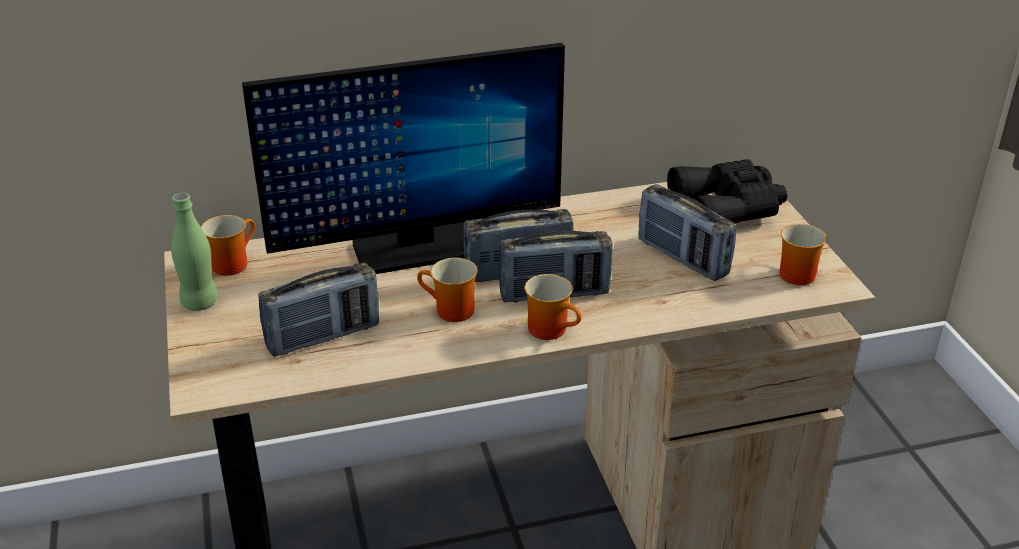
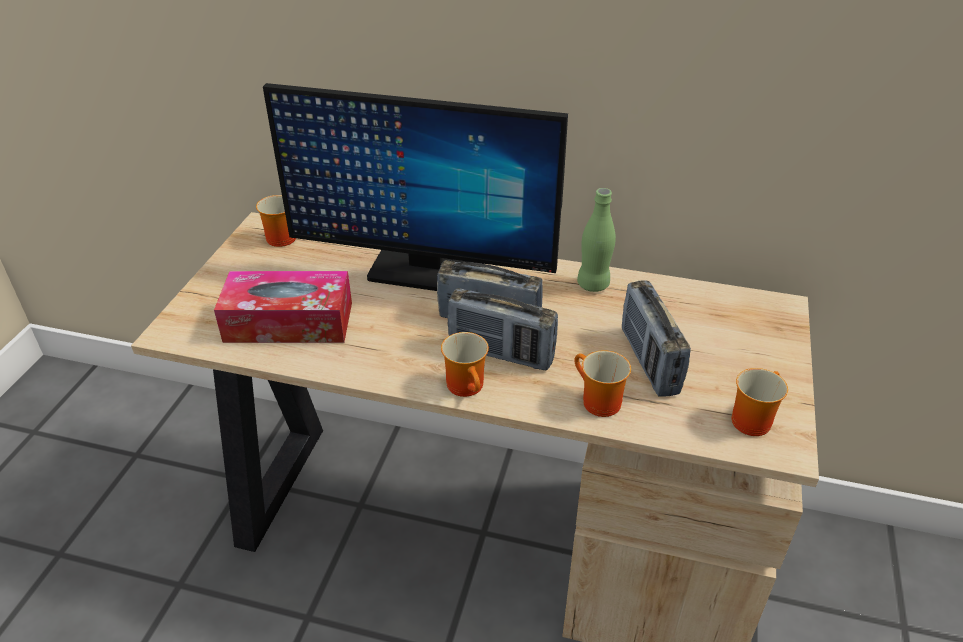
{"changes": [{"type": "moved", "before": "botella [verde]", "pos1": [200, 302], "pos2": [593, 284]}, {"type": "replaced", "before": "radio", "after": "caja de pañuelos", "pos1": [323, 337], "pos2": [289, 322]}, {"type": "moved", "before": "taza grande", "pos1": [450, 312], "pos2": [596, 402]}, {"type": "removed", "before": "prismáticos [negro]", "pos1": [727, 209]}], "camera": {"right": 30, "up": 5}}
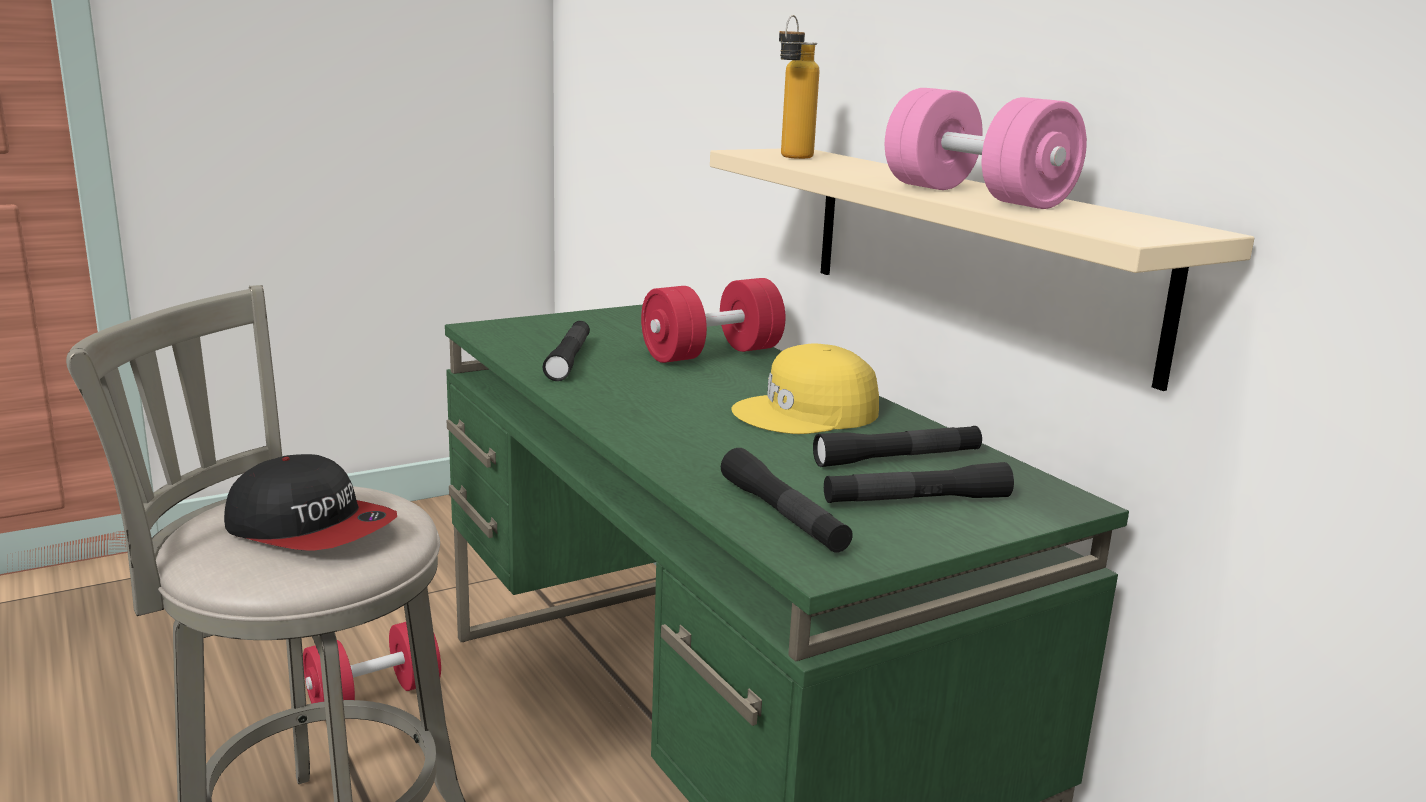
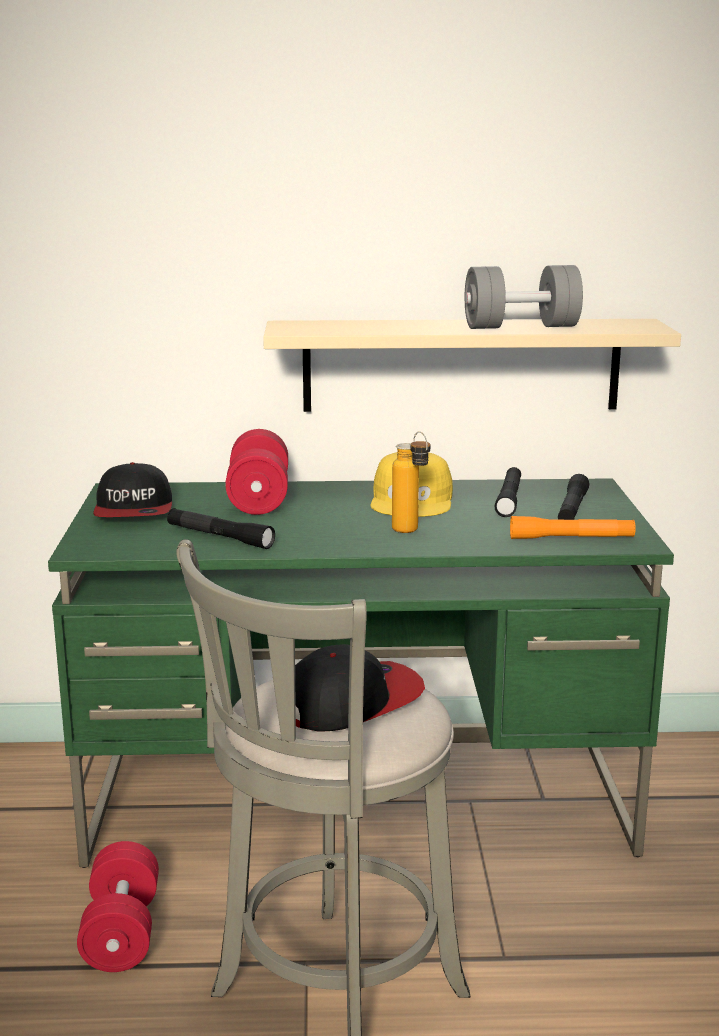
{"changes": [{"type": "recoloured", "before": "linterna [negro]", "after": "linterna [naranja]", "pos1": [783, 515], "pos2": [571, 538]}, {"type": "moved", "before": "botella", "pos1": [791, 158], "pos2": [411, 532]}, {"type": "recoloured", "before": "mancuerna [rosa]", "after": "mancuerna [gris]", "pos1": [976, 196], "pos2": [521, 327]}, {"type": "added", "after": "gorra", "pos2": [134, 510]}], "camera": {"right": -60, "up": 0}}
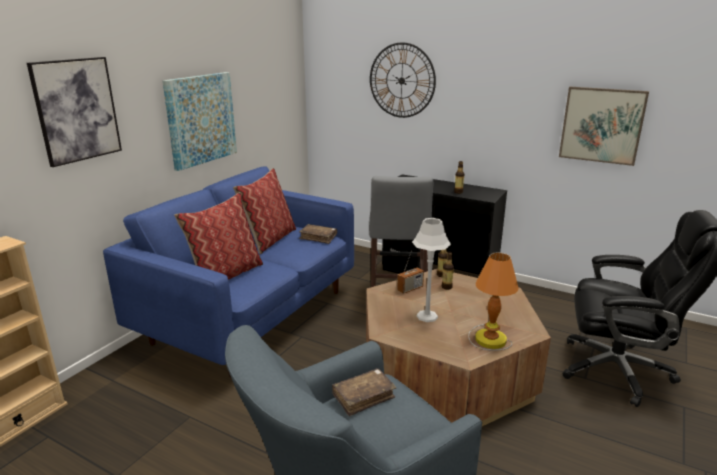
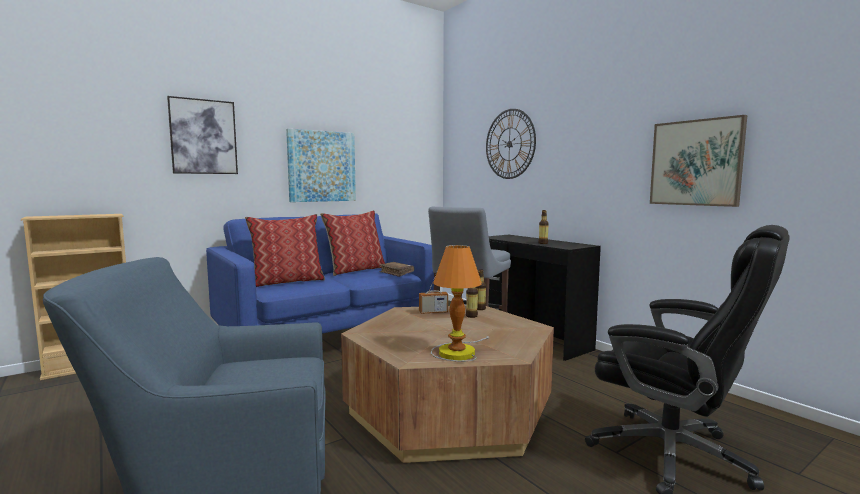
{"changes": [{"type": "removed", "before": "libro [marrón]", "pos1": [363, 397]}, {"type": "removed", "before": "lámpara de mesa [gris]", "pos1": [427, 316]}], "camera": {"right": 25, "up": -15}}
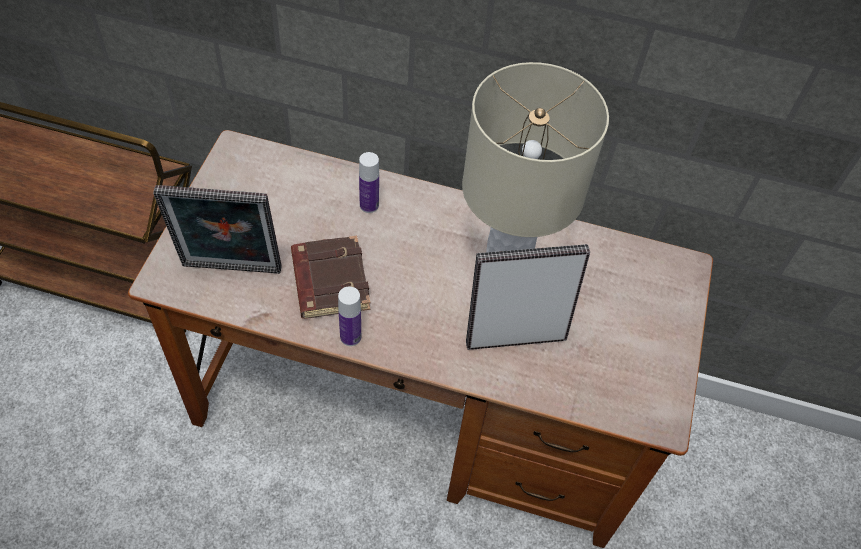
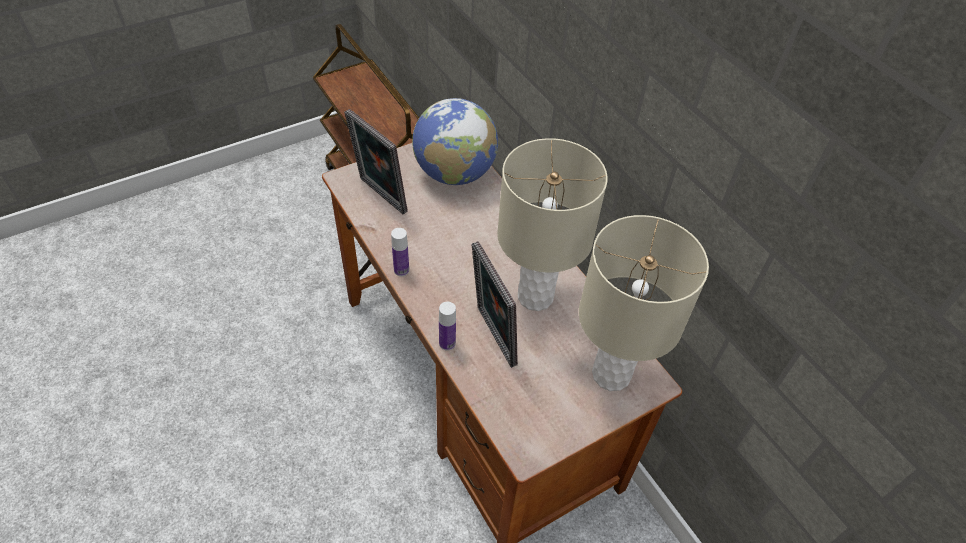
{"changes": [{"type": "removed", "before": "libro [marrón]", "pos1": [328, 281]}, {"type": "moved", "before": "botella", "pos1": [369, 205], "pos2": [447, 343]}, {"type": "turned", "before": "portarretratos", "pos1": [514, 335], "pos2": [492, 337], "turn": -150}, {"type": "added", "after": "globo terráqueo", "pos2": [454, 173]}, {"type": "added", "after": "lámpara de mesa [beis]", "pos2": [610, 374]}], "camera": {"right": 45, "up": -5}}
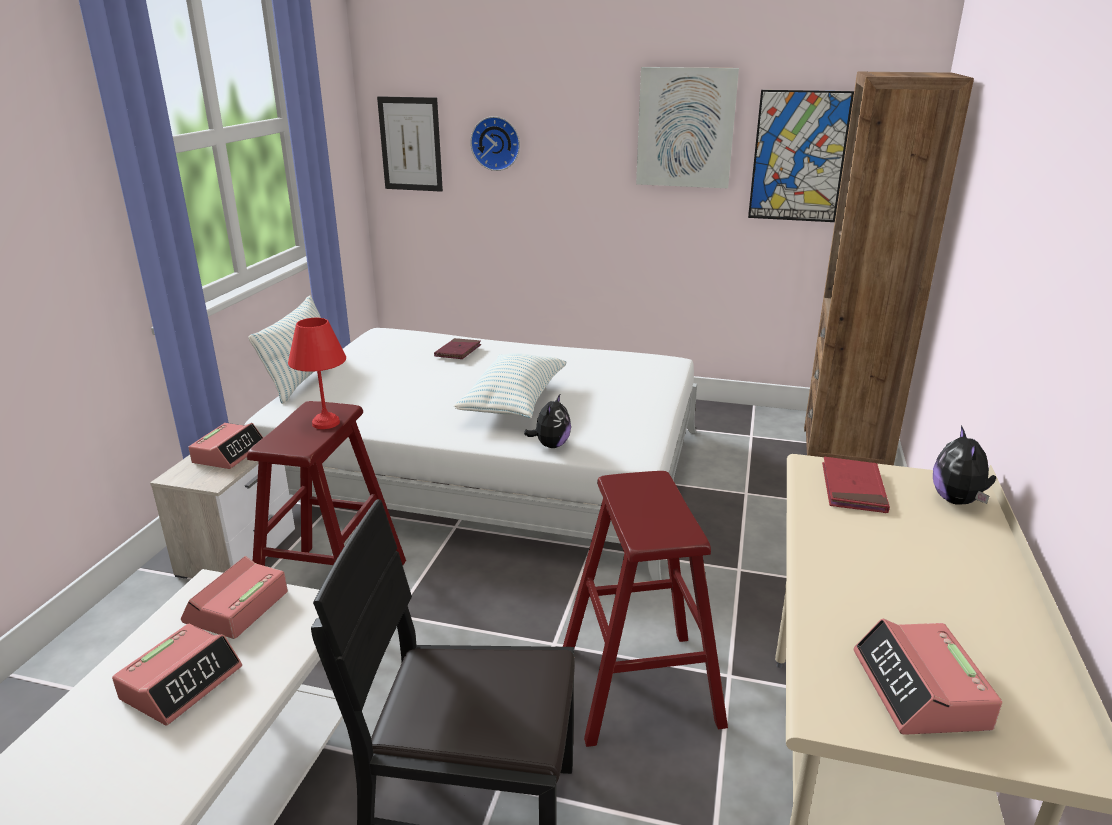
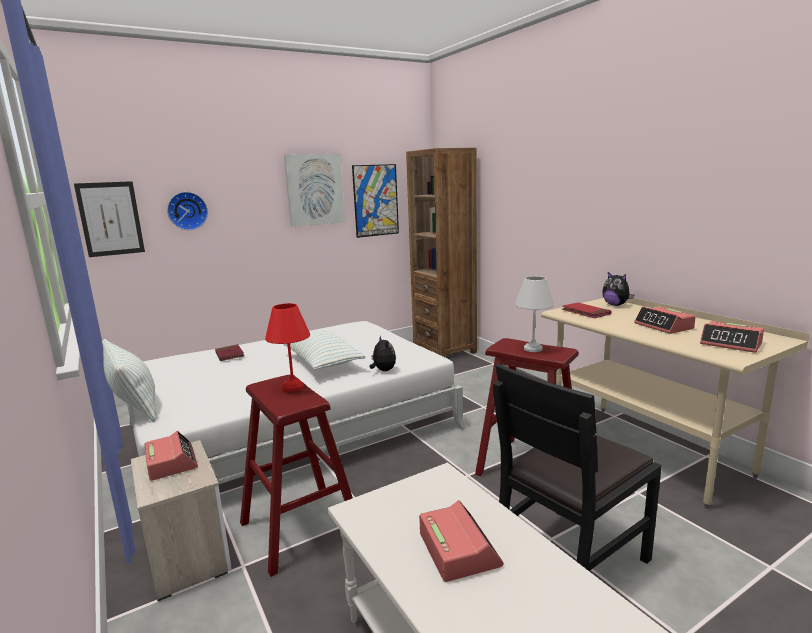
{"changes": [{"type": "moved", "before": "despertador", "pos1": [236, 607], "pos2": [664, 326]}, {"type": "added", "after": "lámpara de mesa [blanco]", "pos2": [532, 348]}], "camera": {"right": -45, "up": -10}}
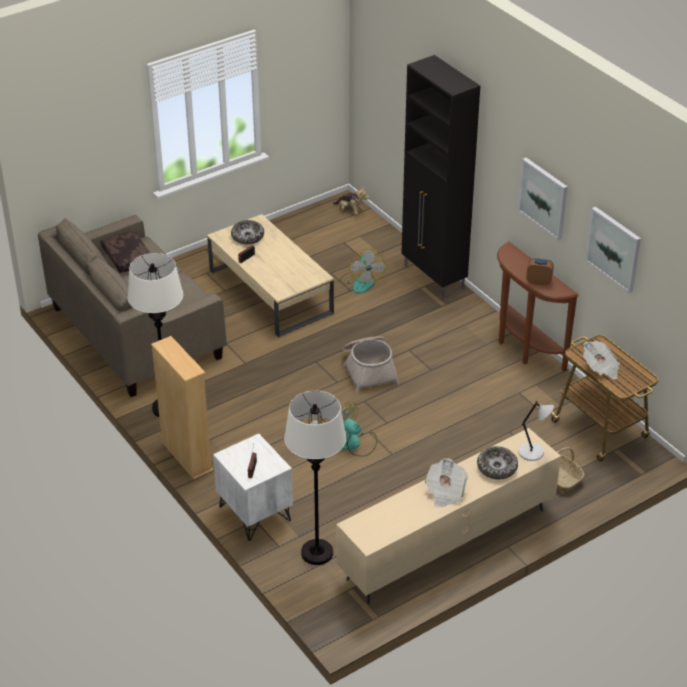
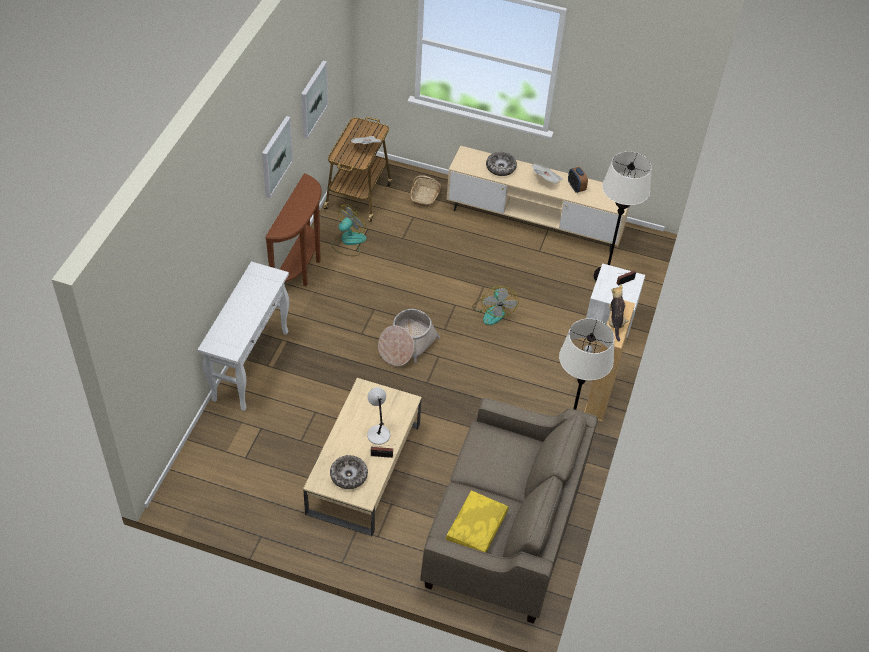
{"changes": [{"type": "recoloured", "before": "cojín [marrón]", "after": "cojín [amarillo]", "pos1": [126, 257], "pos2": [477, 528]}, {"type": "moved", "before": "peluche", "pos1": [351, 210], "pos2": [615, 322]}, {"type": "moved", "before": "ventilador", "pos1": [361, 281], "pos2": [348, 242]}, {"type": "replaced", "before": "armario [negro]", "after": "mesa consola [blanco]", "pos1": [434, 278], "pos2": [251, 365]}, {"type": "moved", "before": "lámpara de mesa [gris]", "pos1": [532, 452], "pos2": [378, 434]}, {"type": "moved", "before": "despertador", "pos1": [538, 281], "pos2": [576, 187]}], "camera": {"right": -130, "up": 10}}
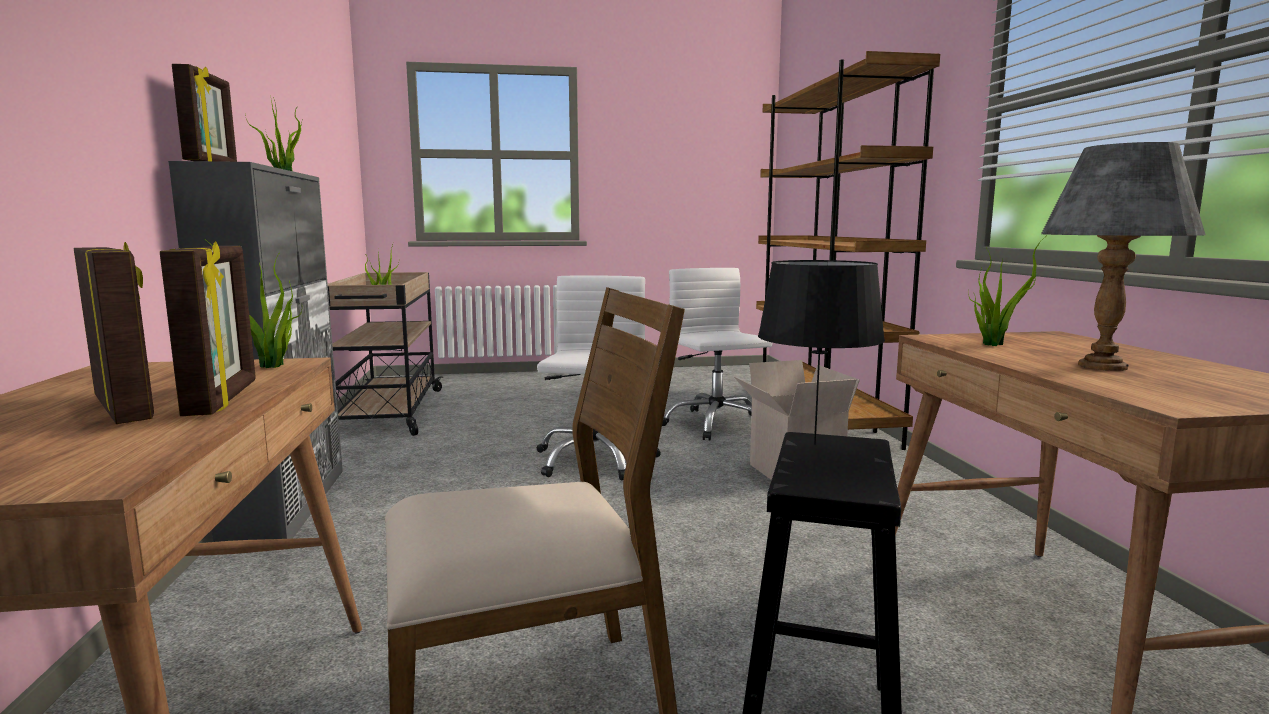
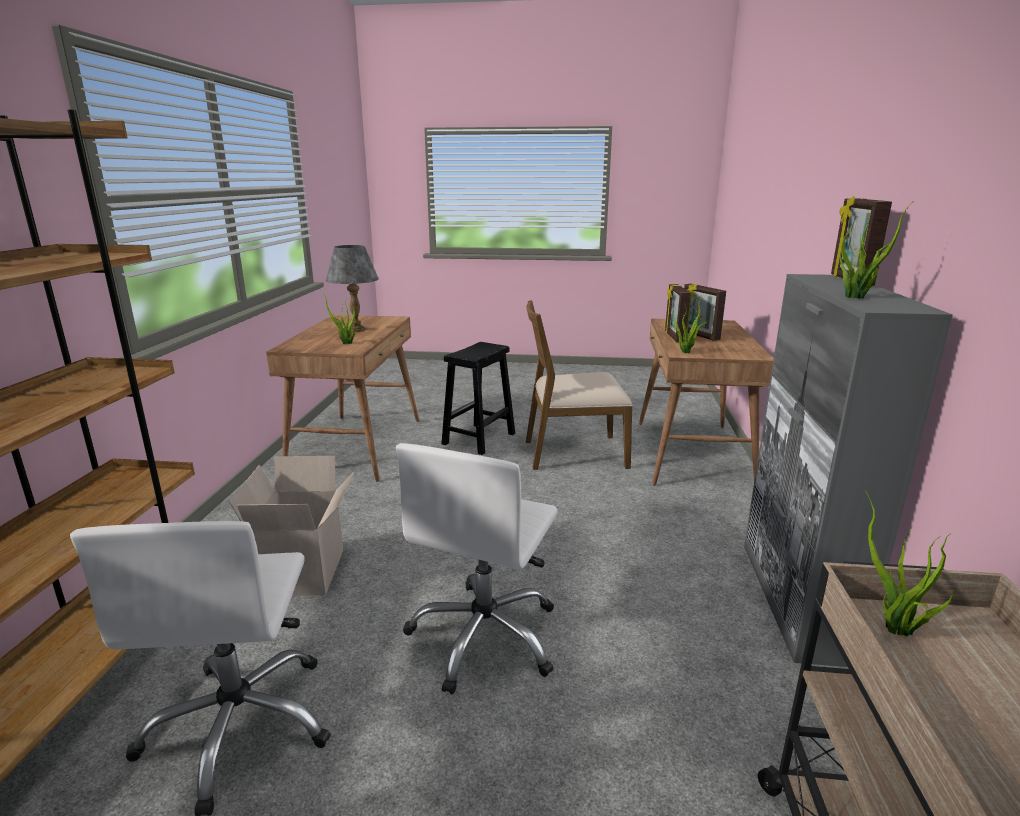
{"changes": [{"type": "removed", "before": "lámpara de mesa [negro]", "pos1": [813, 444]}], "camera": {"right": -165, "up": 10}}
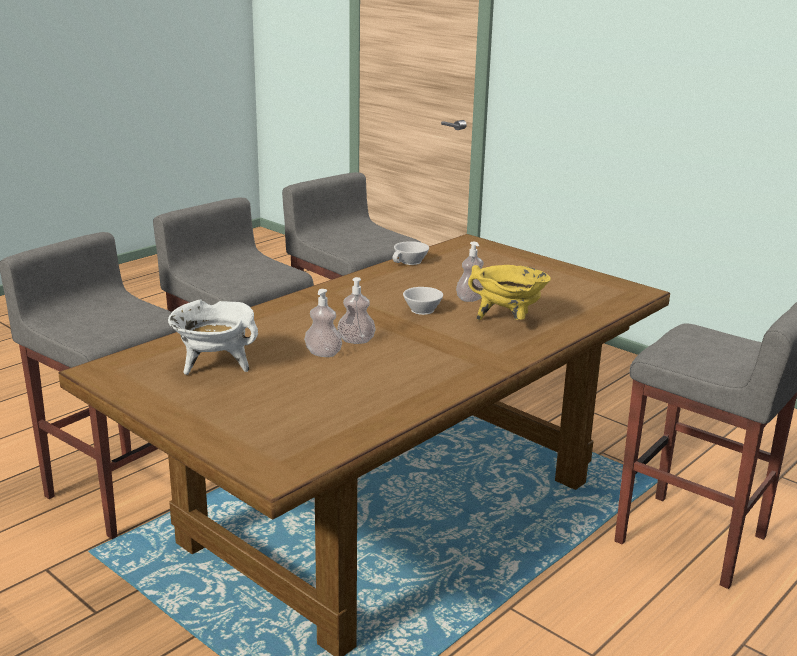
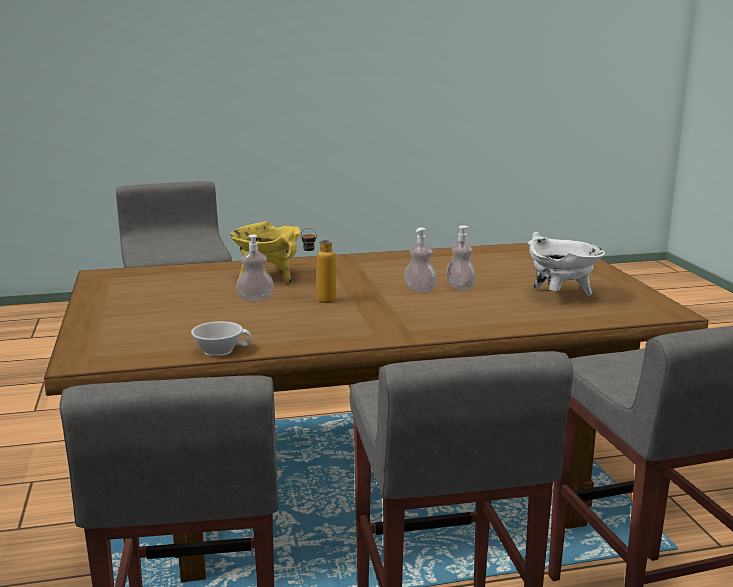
{"changes": [{"type": "replaced", "before": "taza [blanco]", "after": "botella", "pos1": [421, 309], "pos2": [319, 300]}], "camera": {"right": -145, "up": -5}}
